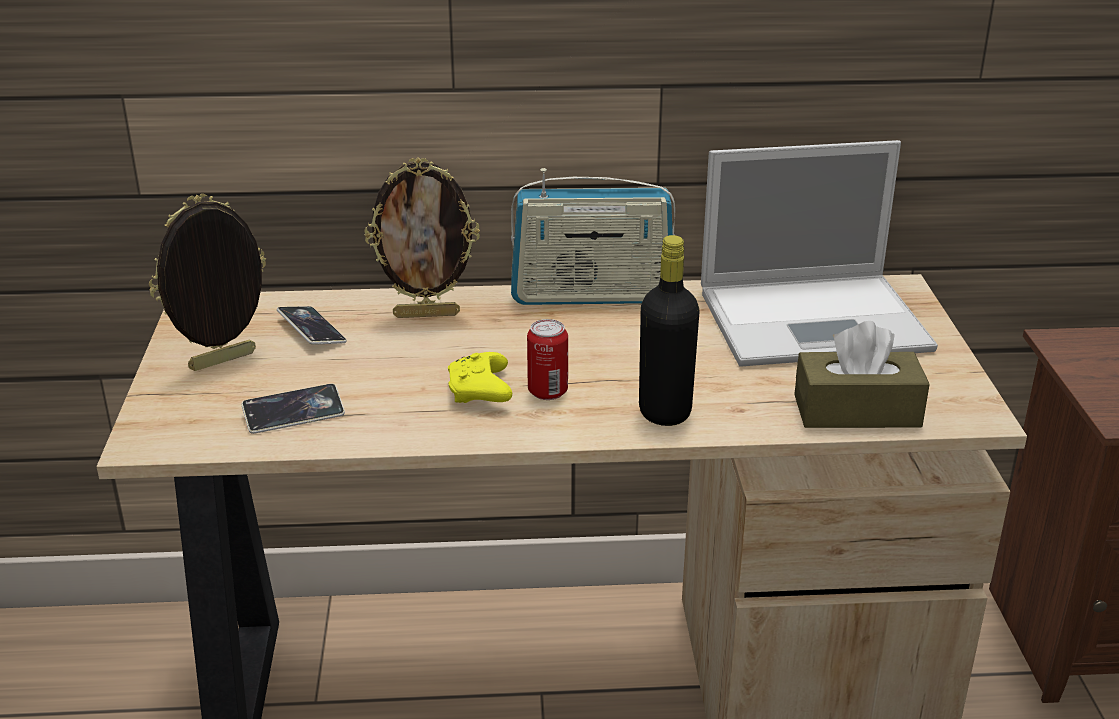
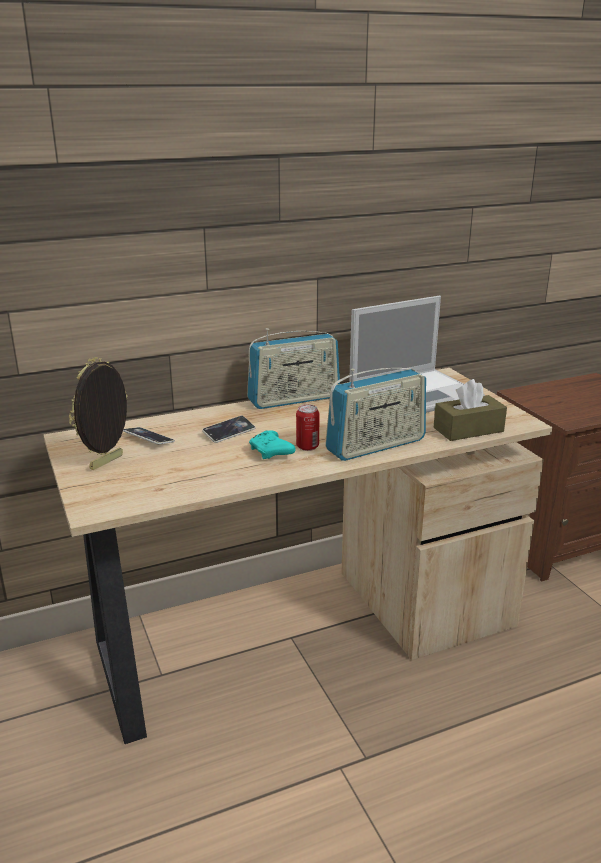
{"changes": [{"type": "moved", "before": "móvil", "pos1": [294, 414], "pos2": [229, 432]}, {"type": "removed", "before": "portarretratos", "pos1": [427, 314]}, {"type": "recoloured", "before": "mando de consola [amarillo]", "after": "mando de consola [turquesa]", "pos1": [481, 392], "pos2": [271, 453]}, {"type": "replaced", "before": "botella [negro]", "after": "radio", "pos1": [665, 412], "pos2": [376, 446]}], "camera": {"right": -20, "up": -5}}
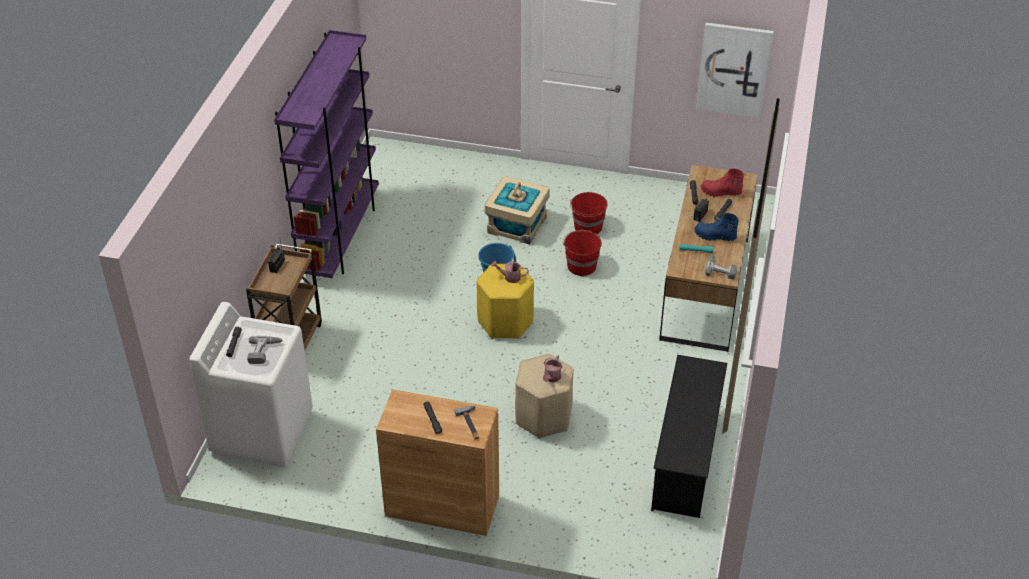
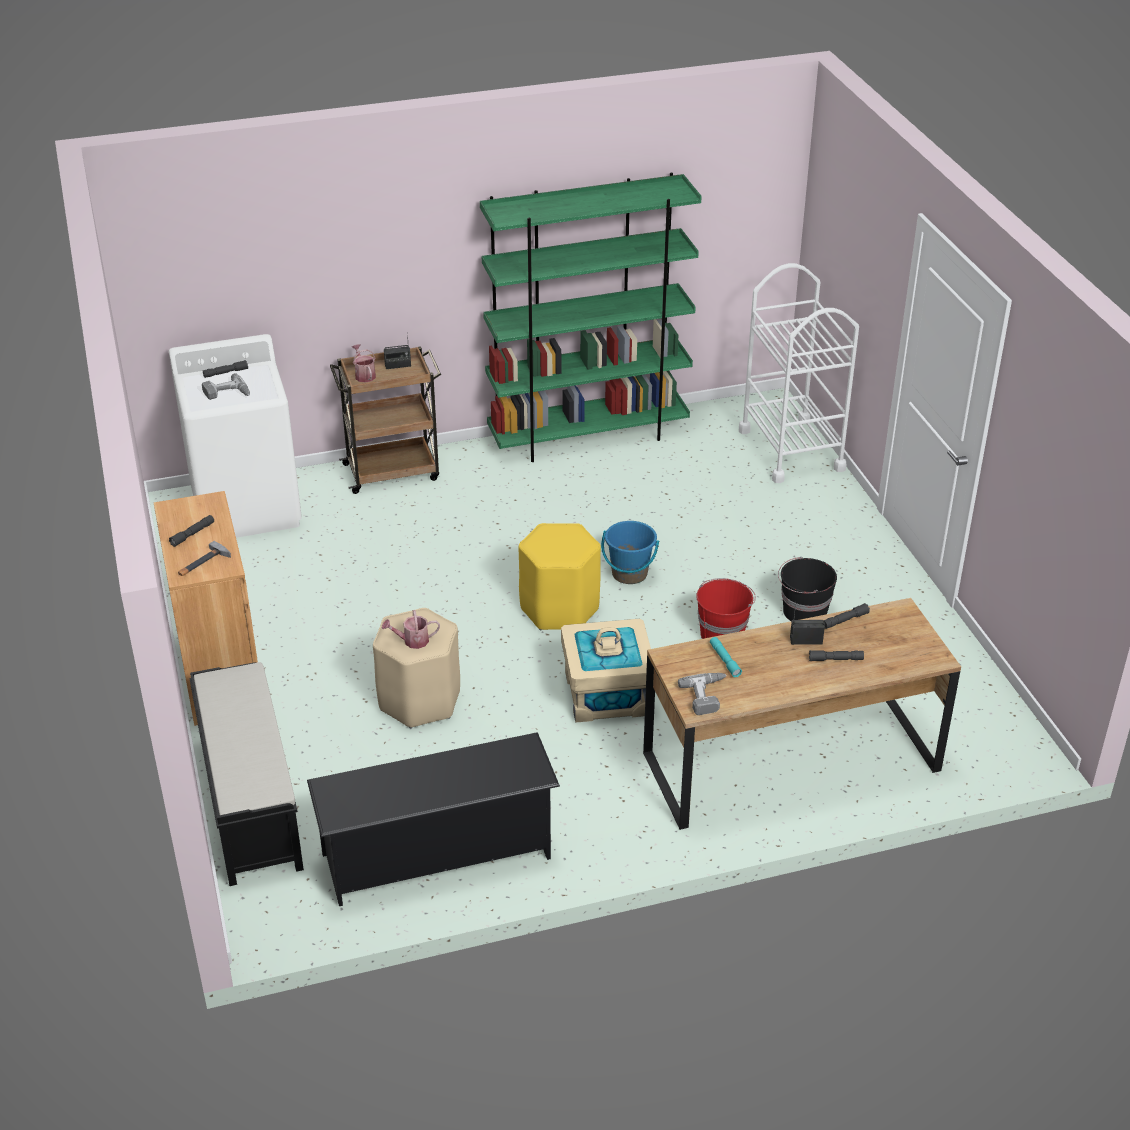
{"changes": [{"type": "recoloured", "before": "estantería [morado]", "after": "estantería [verde]", "pos1": [340, 238], "pos2": [588, 436]}, {"type": "moved", "before": "caja de almacenaje [beis]", "pos1": [517, 225], "pos2": [607, 694]}, {"type": "moved", "before": "regadera", "pos1": [510, 277], "pos2": [364, 375]}, {"type": "recoloured", "before": "cubo [rojo]", "after": "cubo [negro]", "pos1": [588, 227], "pos2": [803, 612]}, {"type": "removed", "before": "bota [azul]", "pos1": [715, 236]}, {"type": "removed", "before": "cuadro", "pos1": [734, 69]}, {"type": "removed", "before": "bota [rojo]", "pos1": [721, 192]}, {"type": "added", "after": "banco [negro]", "pos2": [250, 800]}, {"type": "added", "after": "carrito [blanco]", "pos2": [791, 450]}], "camera": {"right": 60, "up": -5}}
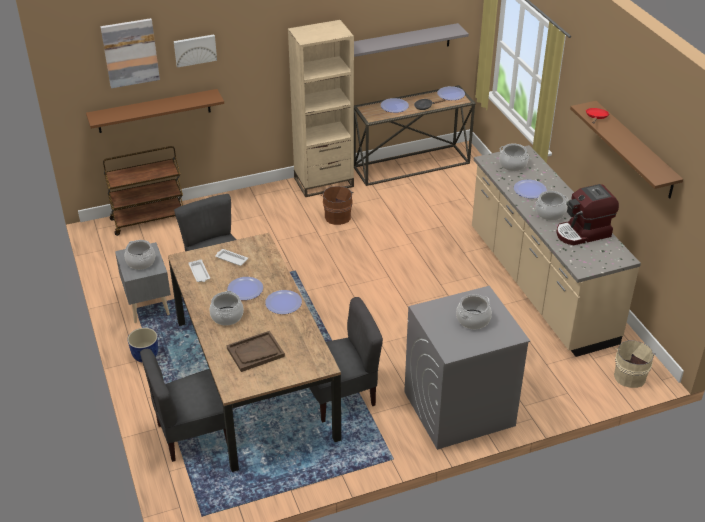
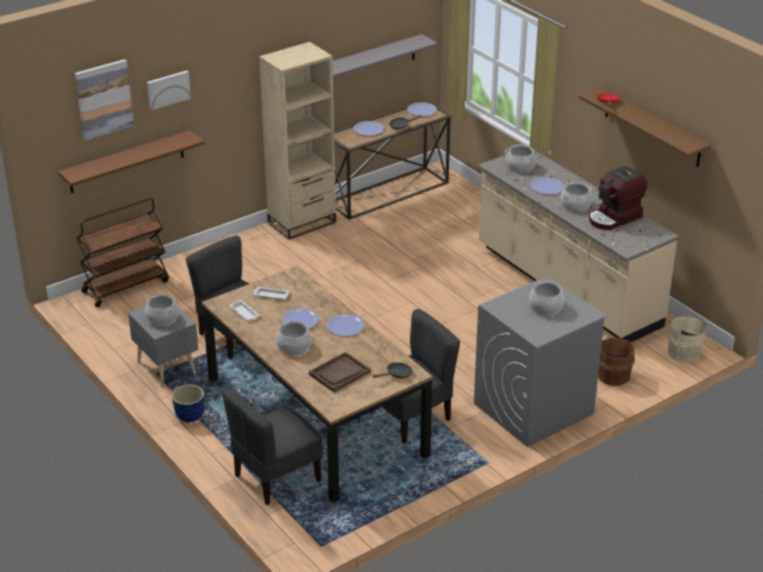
{"changes": [{"type": "moved", "before": "cubo [marrón]", "pos1": [337, 216], "pos2": [612, 374]}, {"type": "added", "after": "sartén [negro]", "pos2": [397, 375]}], "camera": {"right": -15, "up": -5}}
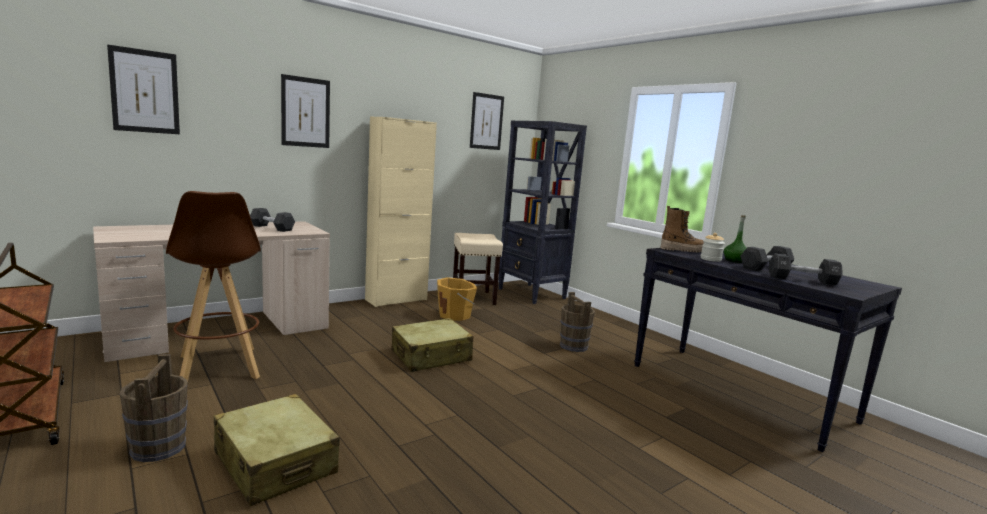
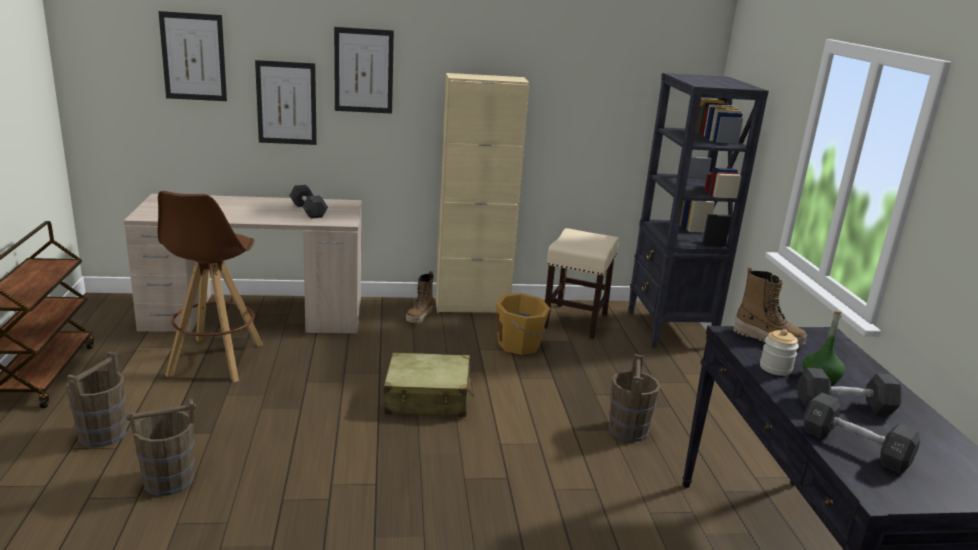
{"changes": [{"type": "replaced", "before": "maleta [beis]", "after": "cubo [marrón]", "pos1": [275, 463], "pos2": [168, 480]}, {"type": "moved", "before": "cuadro", "pos1": [486, 121], "pos2": [286, 103]}, {"type": "added", "after": "bota", "pos2": [419, 317]}], "camera": {"right": 30, "up": 10}}
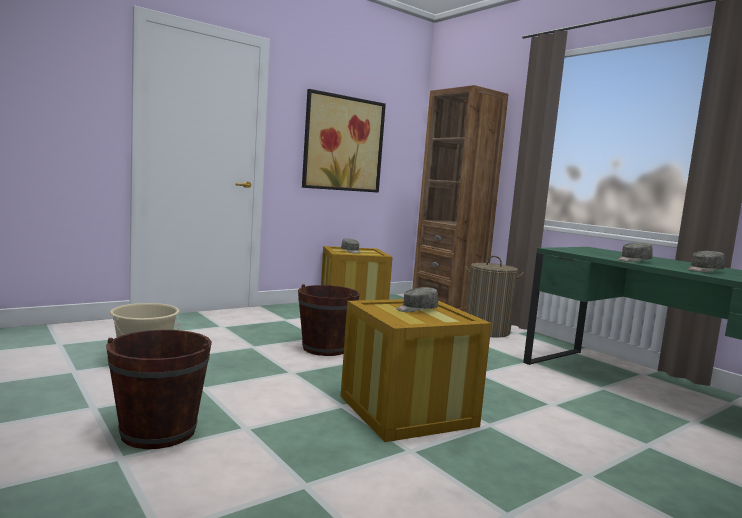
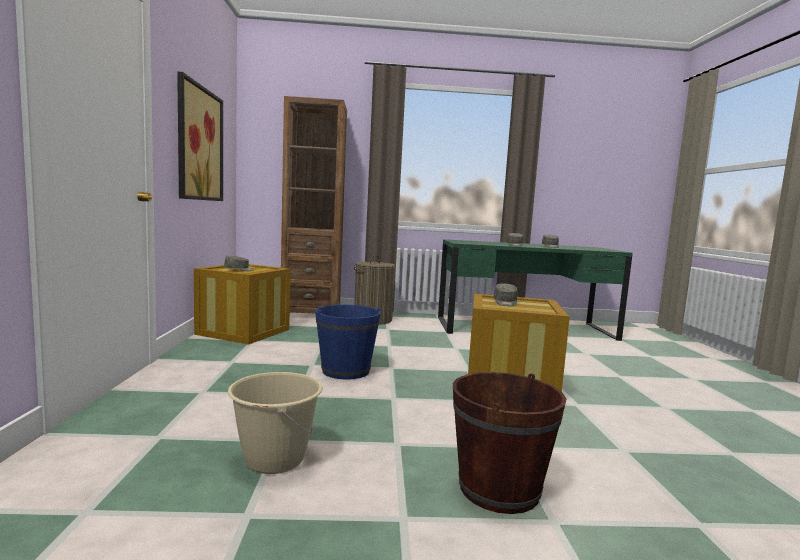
{"changes": [{"type": "recoloured", "before": "cubo [marrón]", "after": "cubo [azul]", "pos1": [325, 348], "pos2": [345, 371]}], "camera": {"right": -55, "up": 0}}
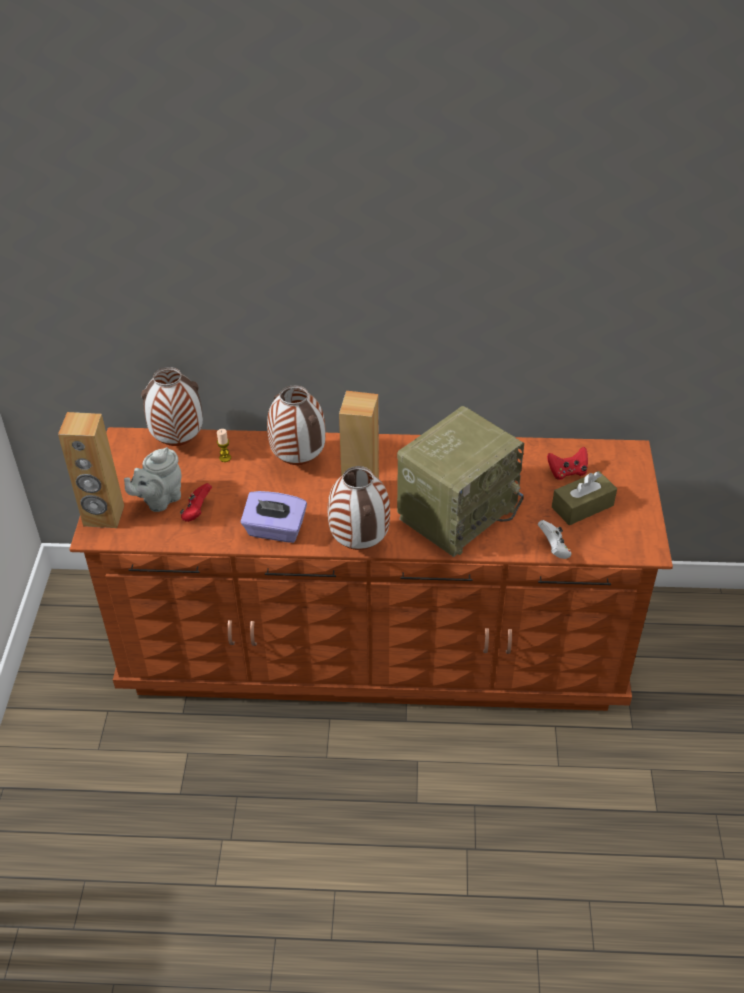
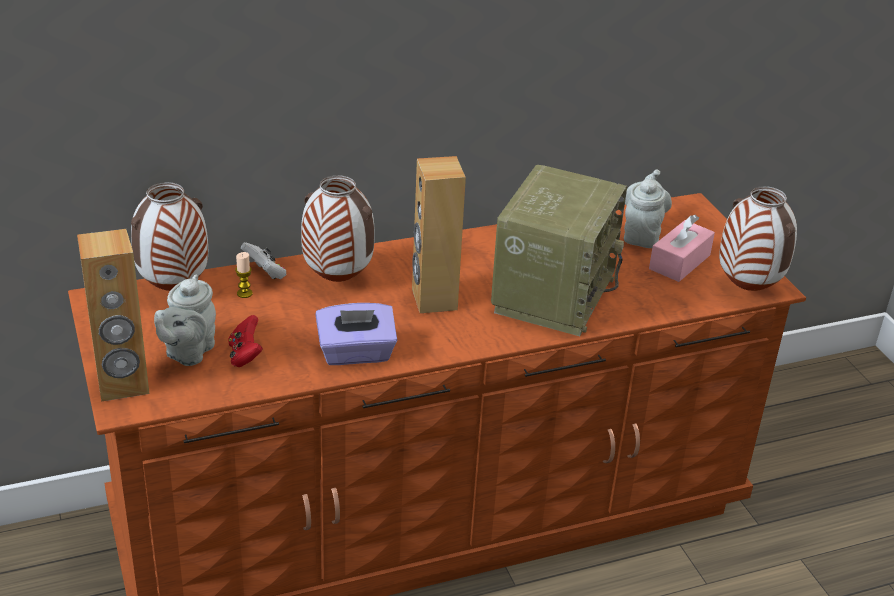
{"changes": [{"type": "moved", "before": "florero", "pos1": [360, 544], "pos2": [749, 289]}, {"type": "moved", "before": "mando de consola [blanco]", "pos1": [554, 549], "pos2": [265, 273]}, {"type": "replaced", "before": "mando de consola [rojo]", "after": "tetera [gris]", "pos1": [567, 472], "pos2": [642, 235]}, {"type": "recoloured", "before": "caja de pañuelos [marrón]", "after": "caja de pañuelos [rosa]", "pos1": [582, 506], "pos2": [679, 262]}], "camera": {"right": -25, "up": -10}}
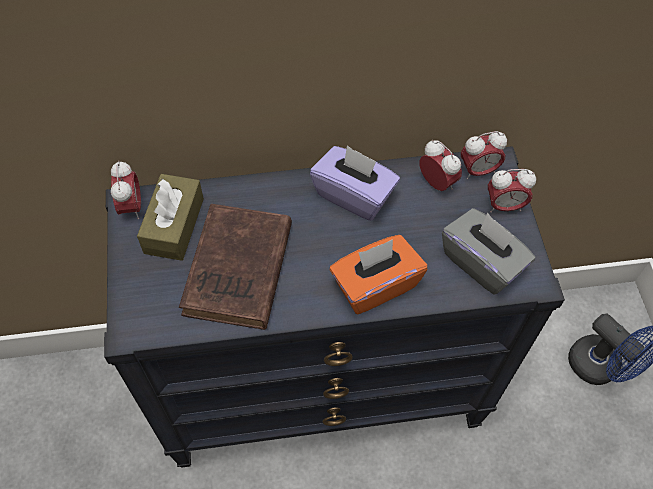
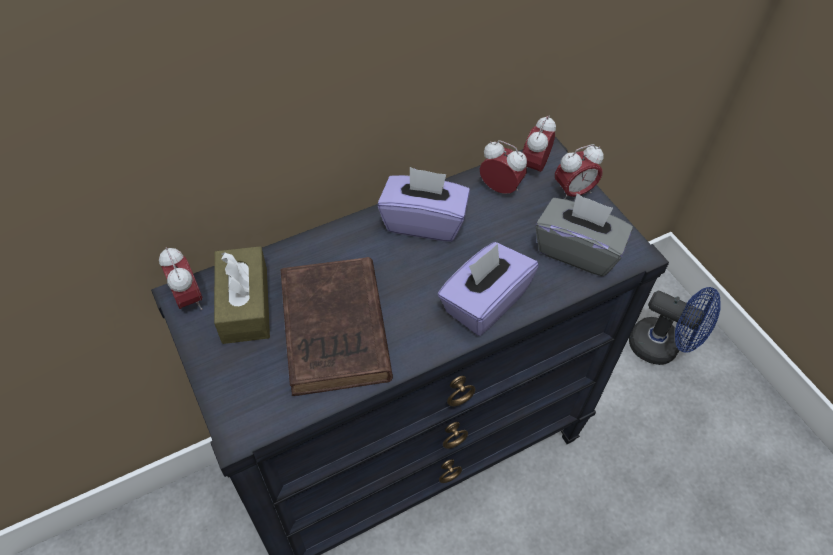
{"changes": [{"type": "recoloured", "before": "caja de pañuelos [naranja]", "after": "caja de pañuelos [morado]", "pos1": [375, 285], "pos2": [484, 302]}, {"type": "turned", "before": "despertador", "pos1": [478, 171], "pos2": [534, 167], "turn": 150}], "camera": {"right": -20, "up": -5}}
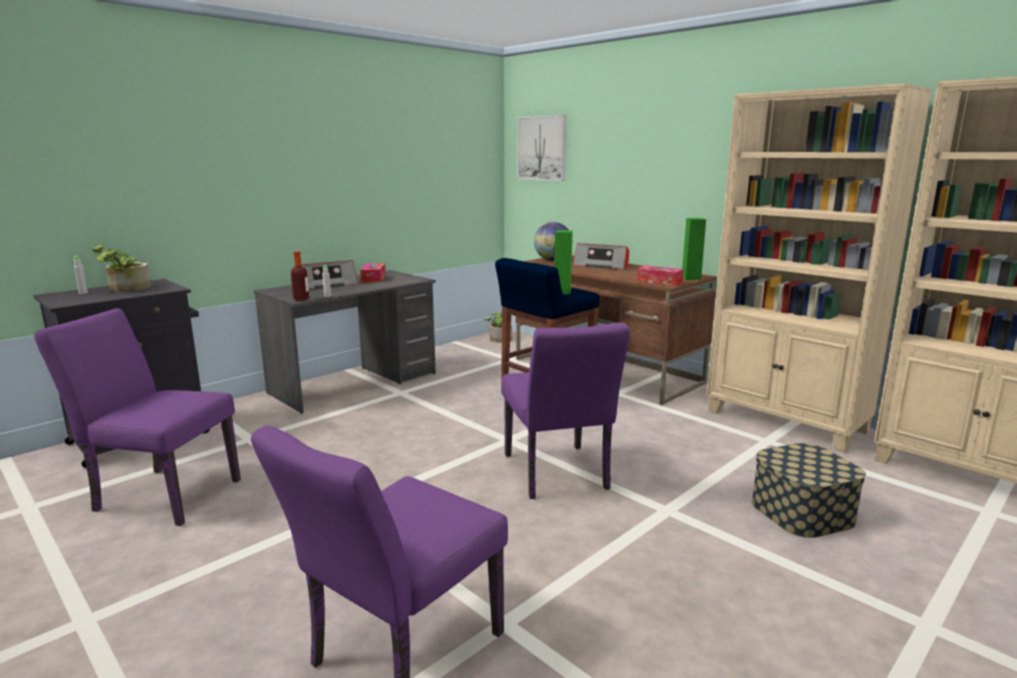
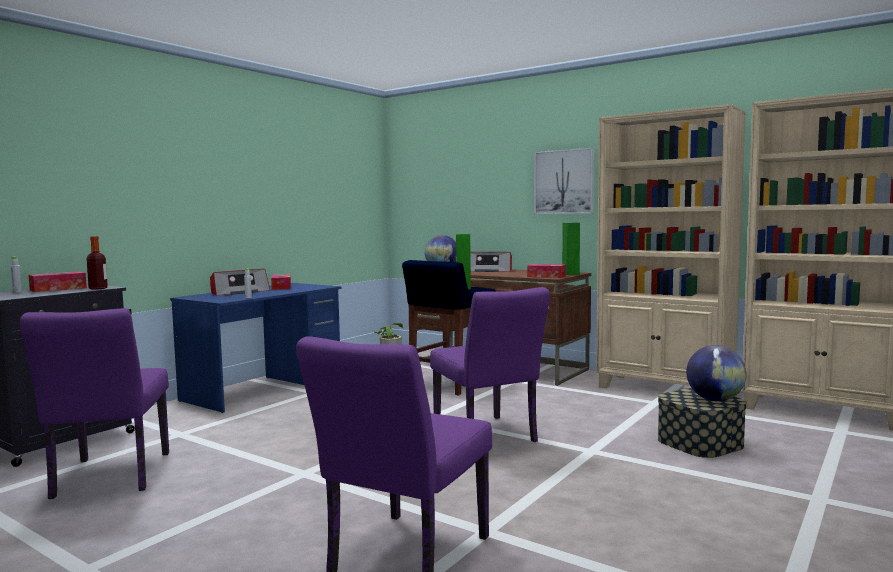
{"changes": [{"type": "turned", "before": "silla [morado]", "pos1": [160, 494], "pos2": [109, 478], "turn": -105}, {"type": "replaced", "before": "planta en maceta", "after": "caja de pañuelos", "pos1": [125, 289], "pos2": [58, 289]}, {"type": "recoloured", "before": "escritorio [gris]", "after": "escritorio [azul]", "pos1": [355, 383], "pos2": [264, 389]}, {"type": "moved", "before": "botella", "pos1": [301, 299], "pos2": [98, 288]}, {"type": "moved", "before": "cuadro", "pos1": [542, 148], "pos2": [564, 182]}, {"type": "added", "after": "globo terráqueo", "pos2": [715, 400]}], "camera": {"right": -10, "up": -10}}
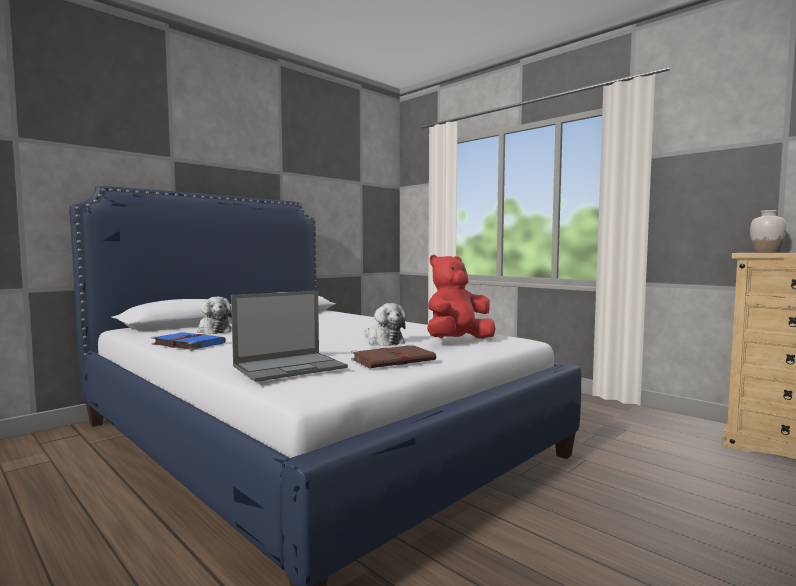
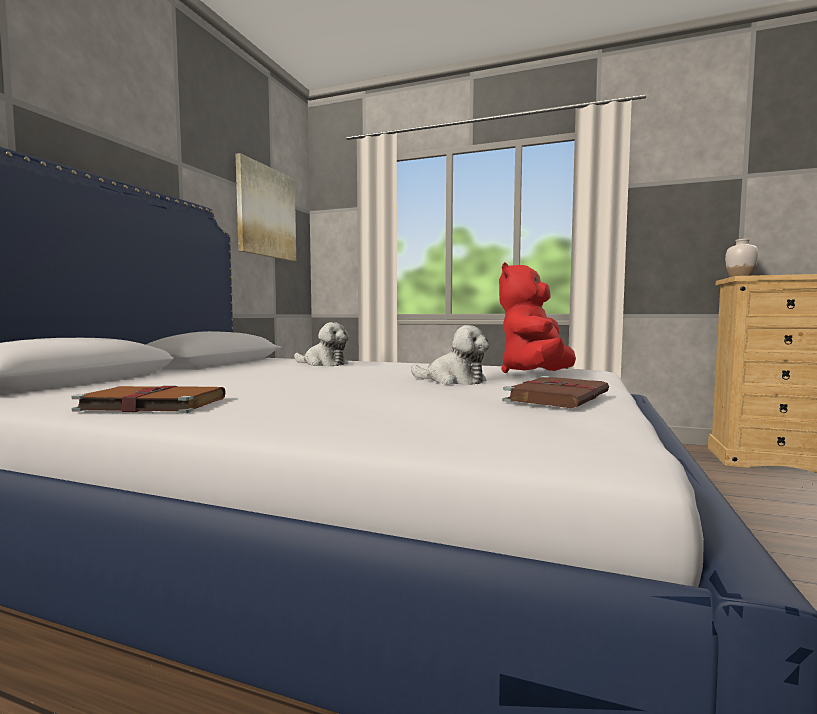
{"changes": [{"type": "recoloured", "before": "libro [azul]", "after": "libro [marrón]", "pos1": [187, 343], "pos2": [151, 404]}, {"type": "moved", "before": "peluche", "pos1": [213, 331], "pos2": [323, 364]}, {"type": "removed", "before": "portátil", "pos1": [291, 367]}, {"type": "added", "after": "cuadro", "pos2": [266, 212]}], "camera": {"right": -25, "up": 0}}
